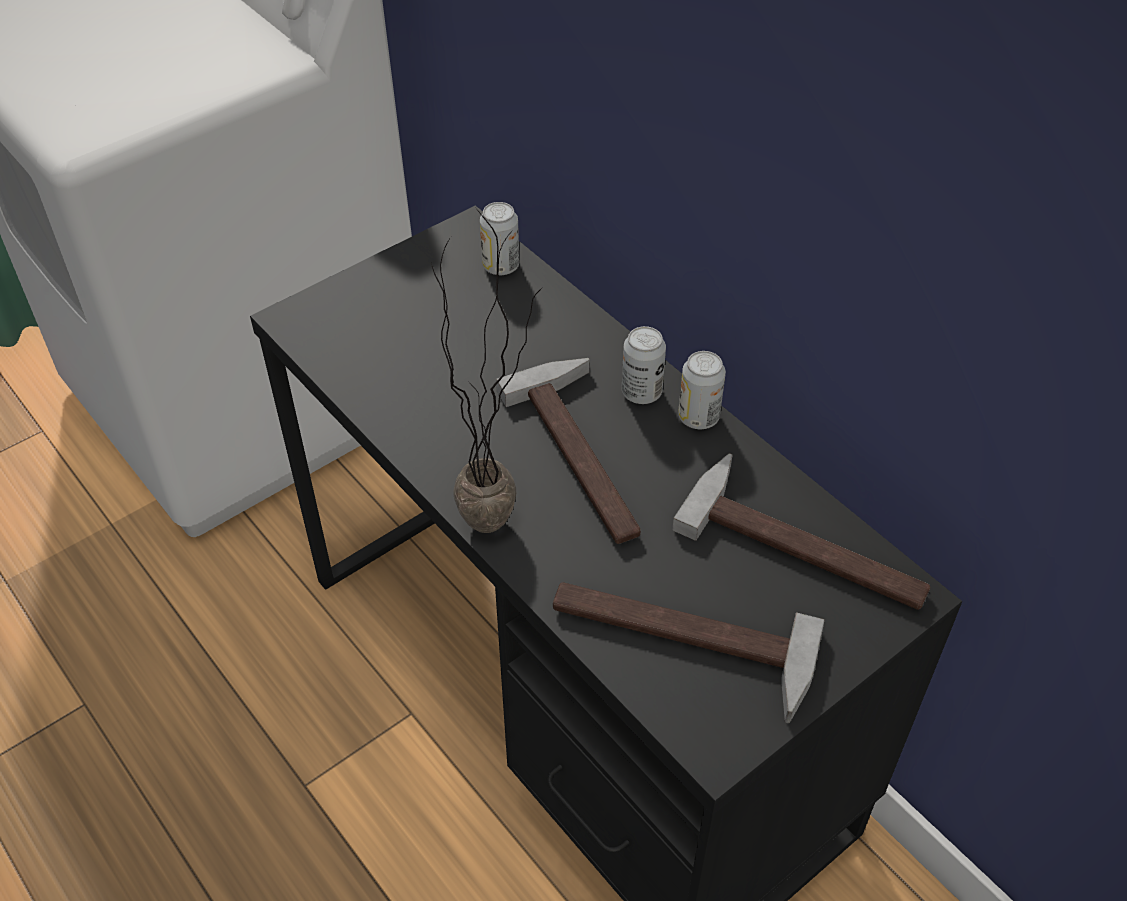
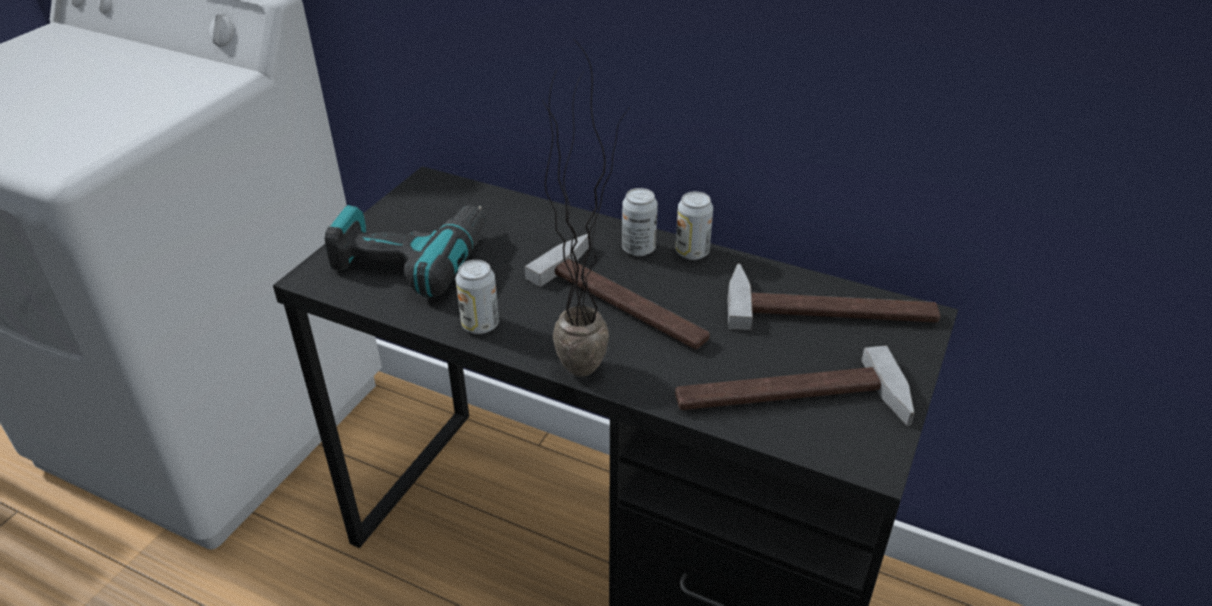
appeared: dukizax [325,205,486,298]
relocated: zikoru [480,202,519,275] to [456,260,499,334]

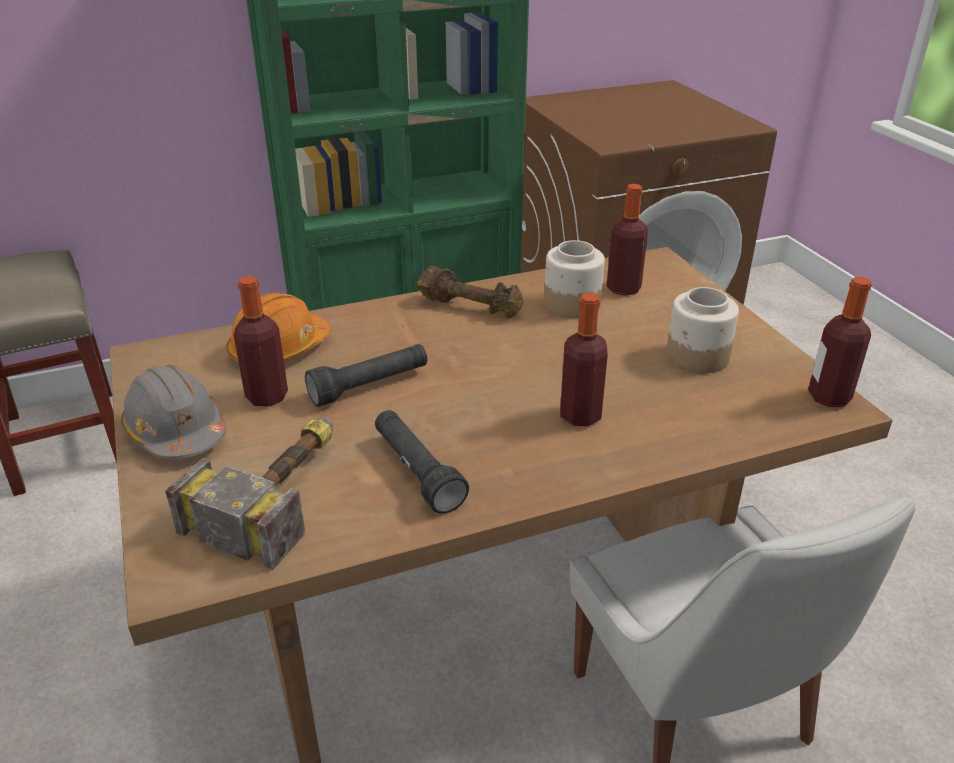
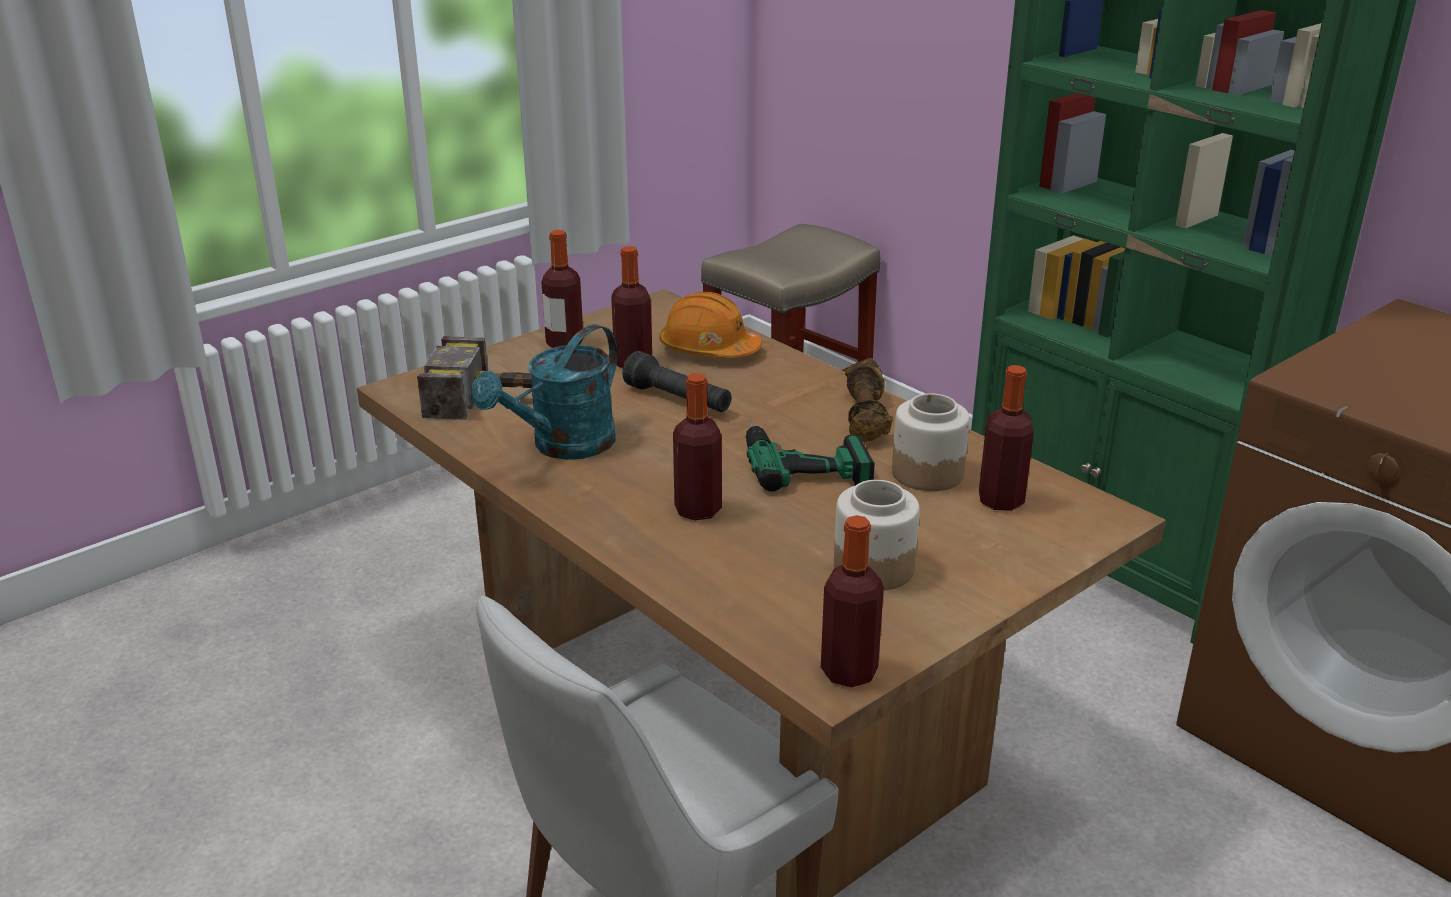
appeared: dukizax [746,418,875,492]
exchanged: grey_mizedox [121,364,226,459] to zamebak [541,230,584,348]; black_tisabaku [375,410,469,514] to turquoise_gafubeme [471,324,617,460]

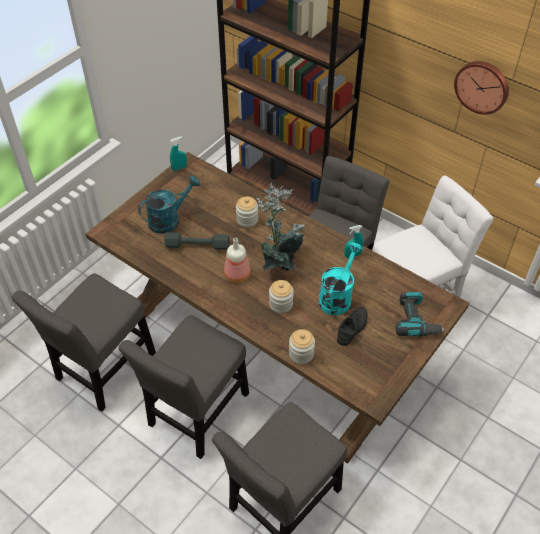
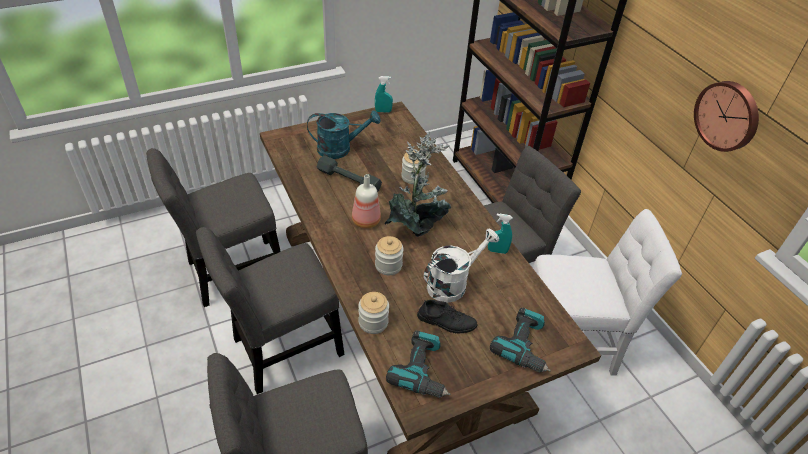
appeared: dukizax [386,331,450,398]
colour: turquoise_gafubeme [319,242,363,315] to white_gafubeme [424,228,499,303]
spun: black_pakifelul [337,307,368,346] = [417,300,477,334] 45 degrees clockwise

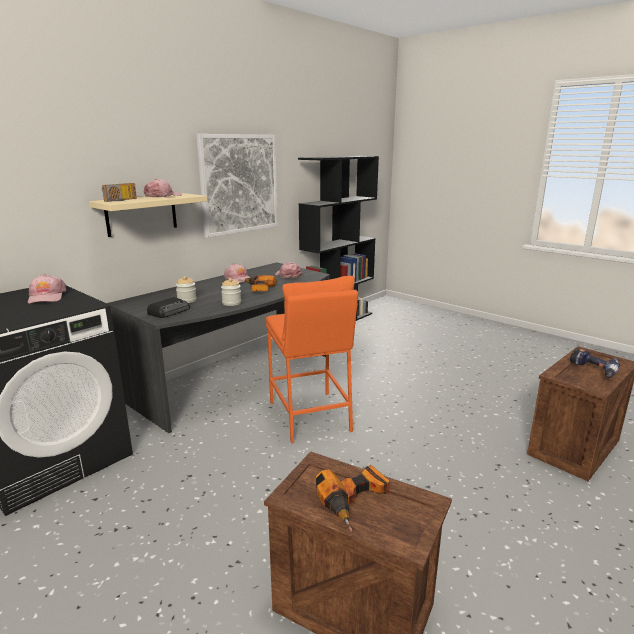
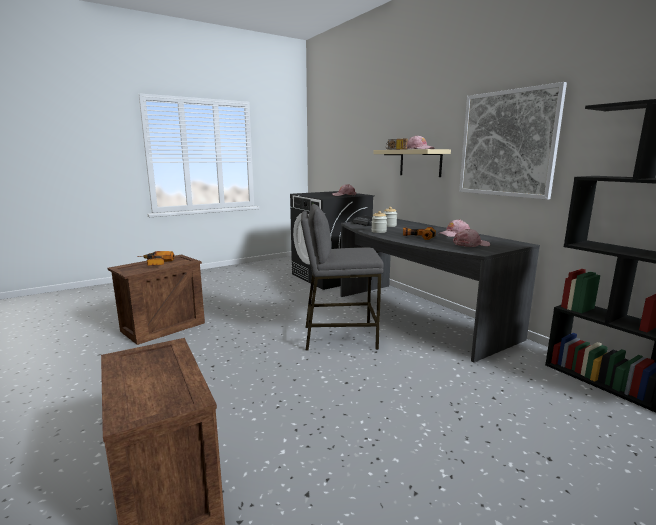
missing: dukizax [570,348,620,378]
colour: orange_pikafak [266,276,358,443] to grey_pikafak [301,204,384,351]

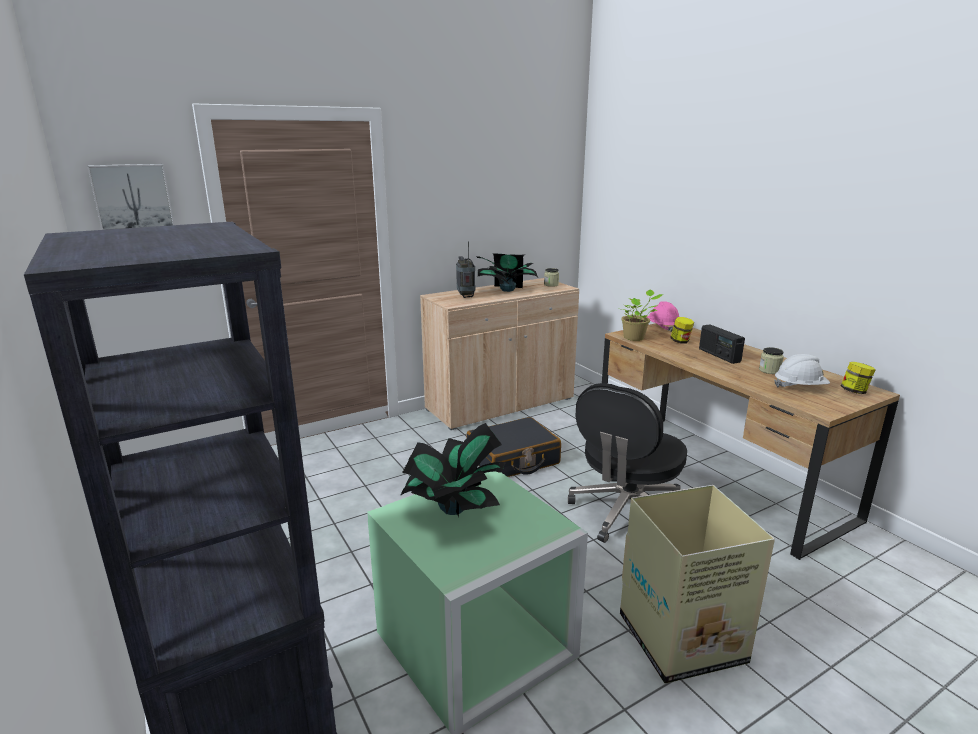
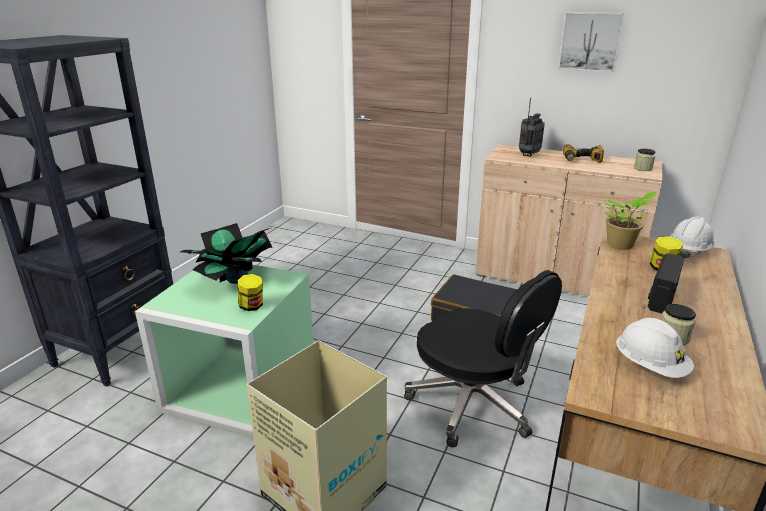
relocated: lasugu [87,164,174,230] to [558,12,624,72]; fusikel [841,362,876,394] to [238,274,263,311]
exchanged: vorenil [477,253,538,292] to dukizax [562,144,604,163]
colour: pink_mizedox [647,301,679,332] to white_mizedox [670,217,715,259]
spun: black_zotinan [568,383,687,543] = [404,270,562,447] 135 degrees counterclockwise

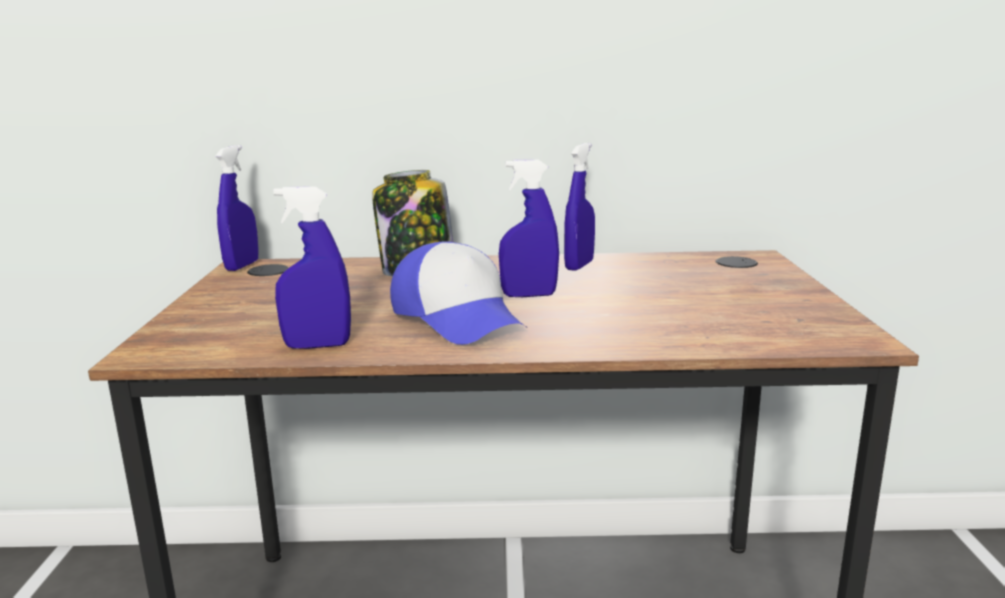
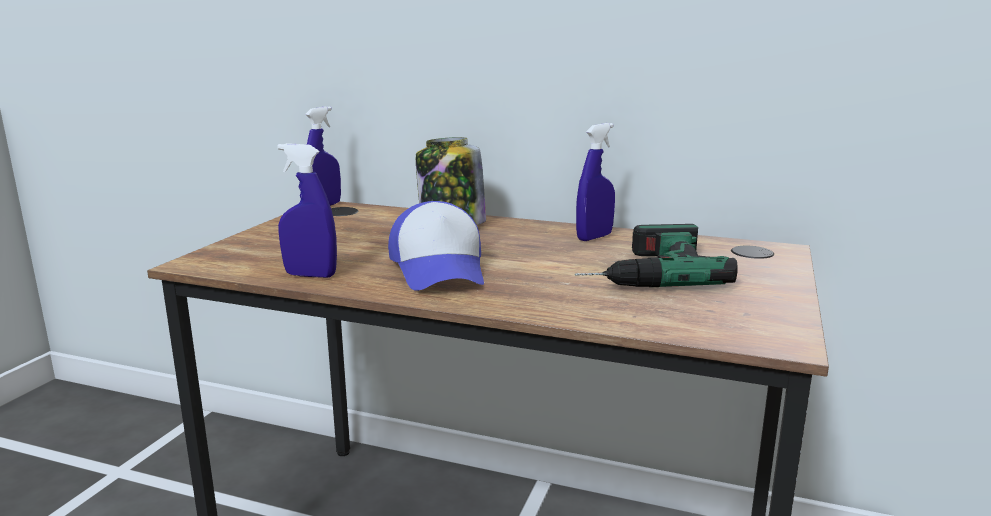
missing: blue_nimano [499,160,559,297]
appeared: dukizax [575,224,738,287]

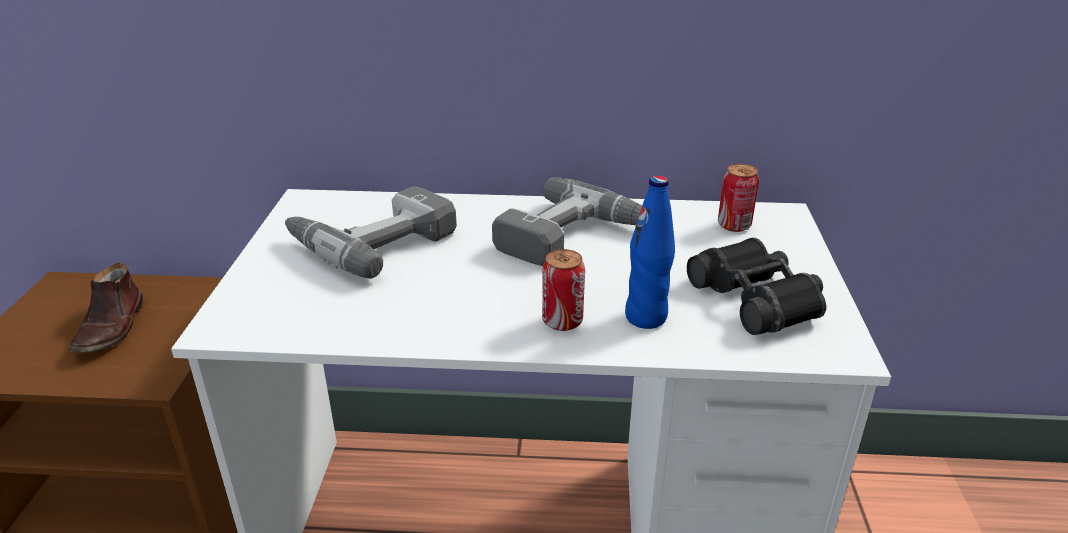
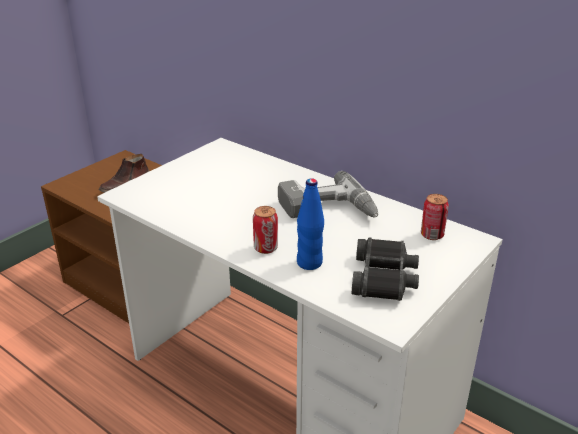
missing: dukizax [285,186,457,279]

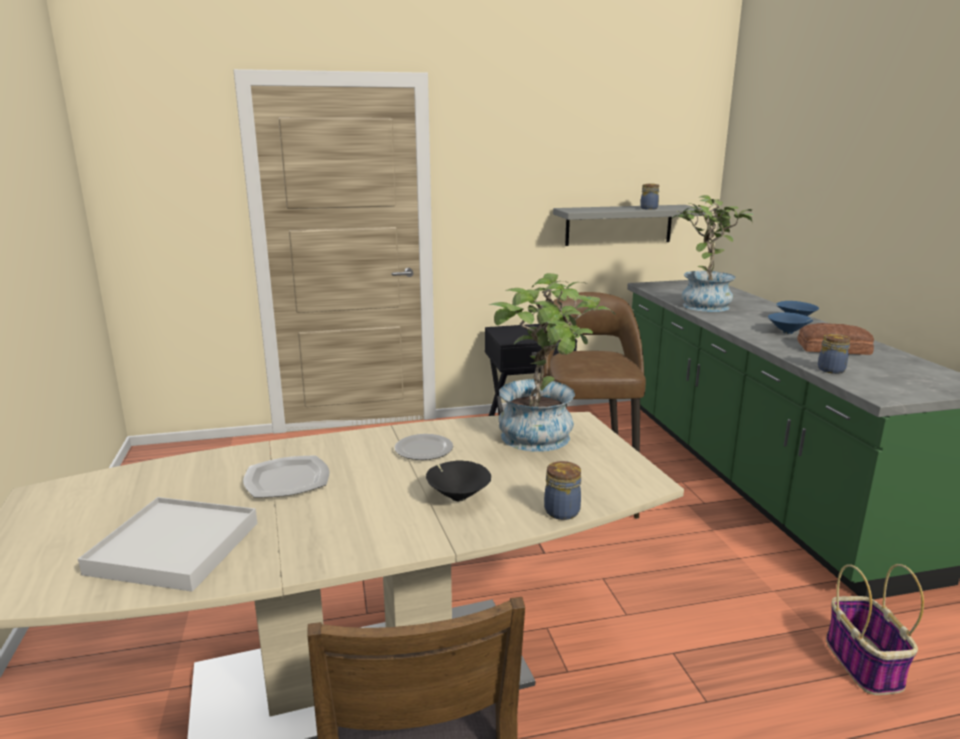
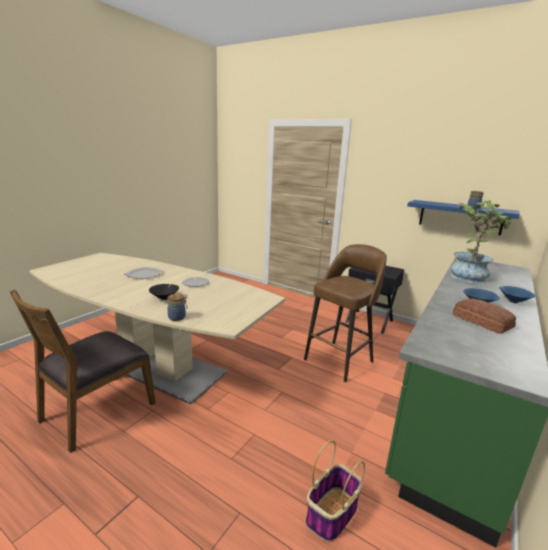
missing: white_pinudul [78,497,257,592]; vorenil [489,273,615,452]; fusikel [818,334,851,374]
colour: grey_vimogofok [553,205,706,246] to blue_vimogofok [407,200,520,235]

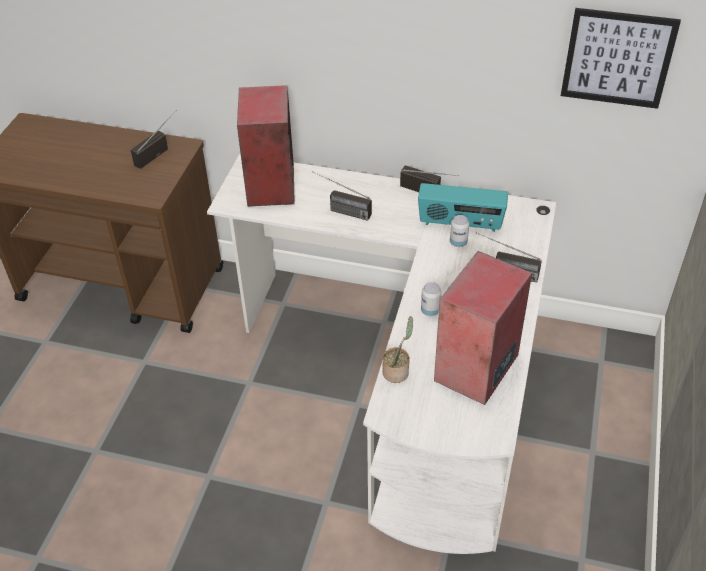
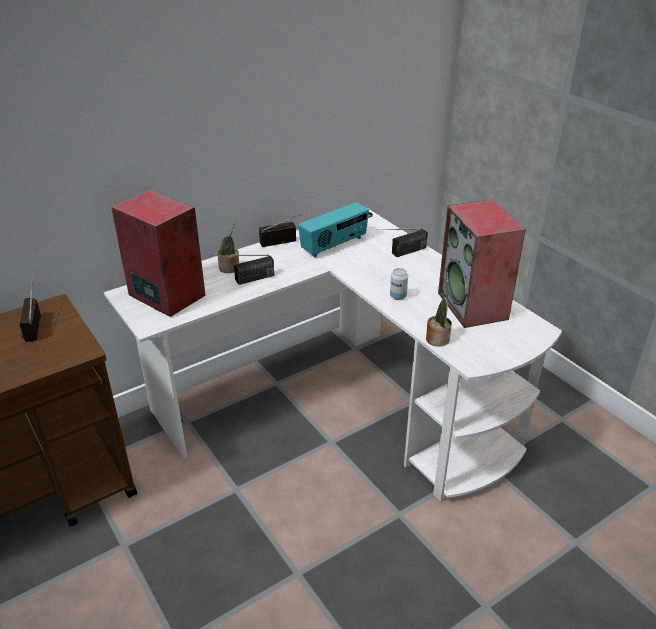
missing: zikoru [450,215,469,247]; lasugu [561,8,681,109]
appeared: vorenil [217,220,239,273]

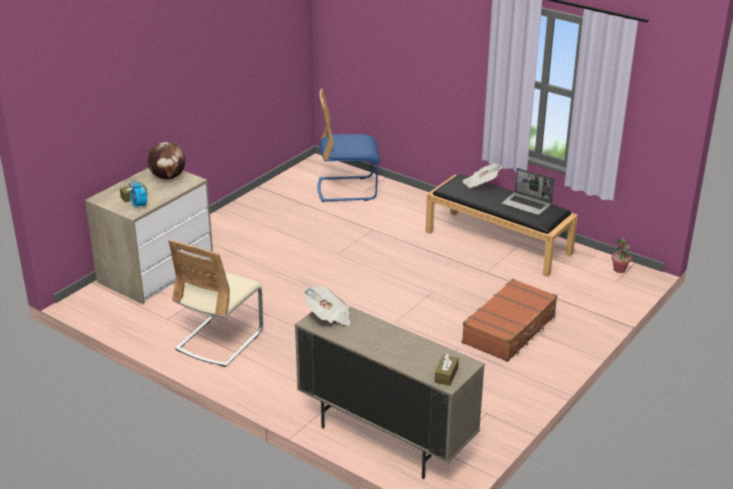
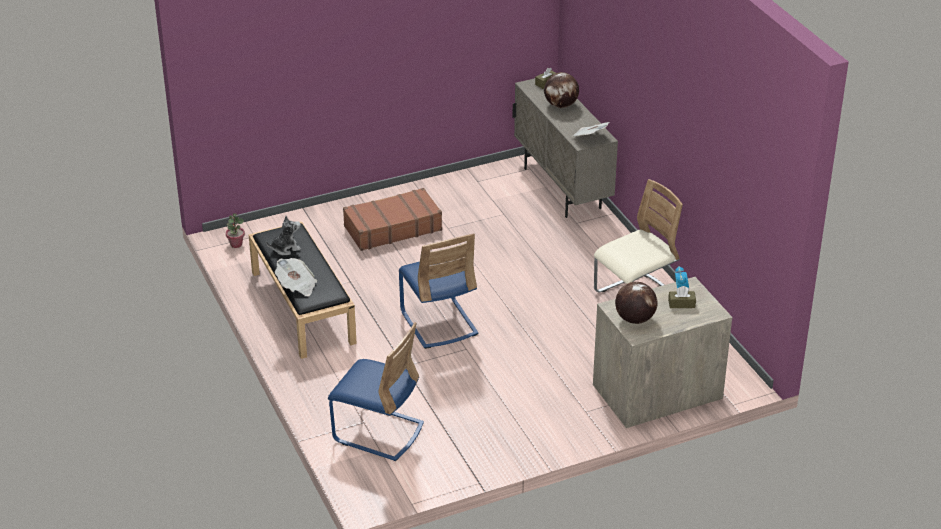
appeared: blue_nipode [399,233,478,349]; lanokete [544,72,579,108]
exchanged: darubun [502,168,554,215] to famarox [266,216,301,255]

